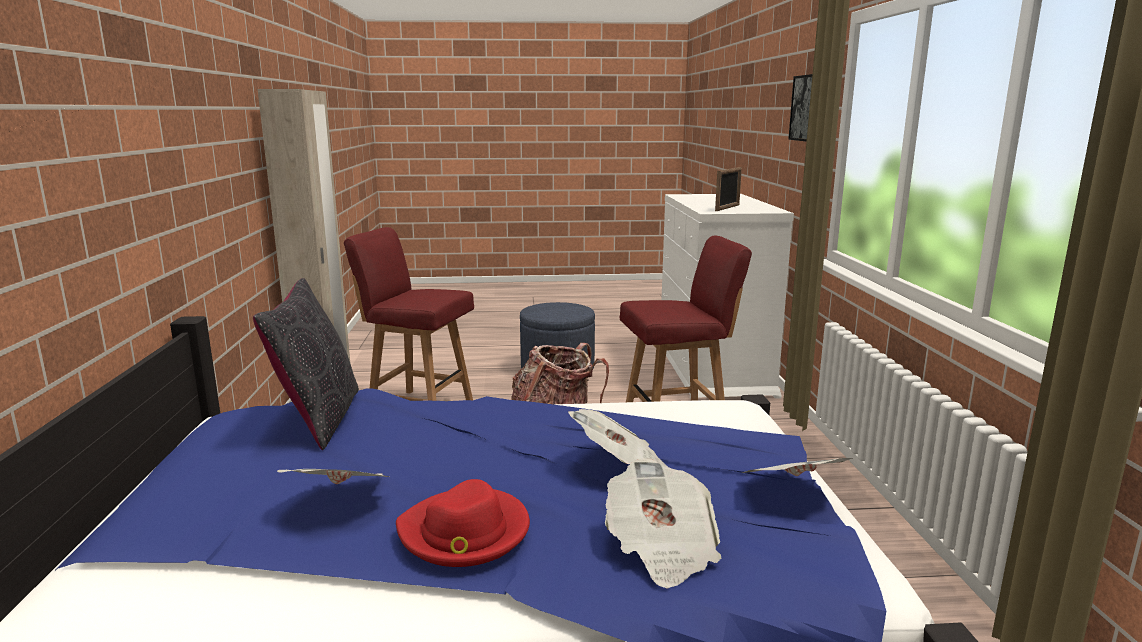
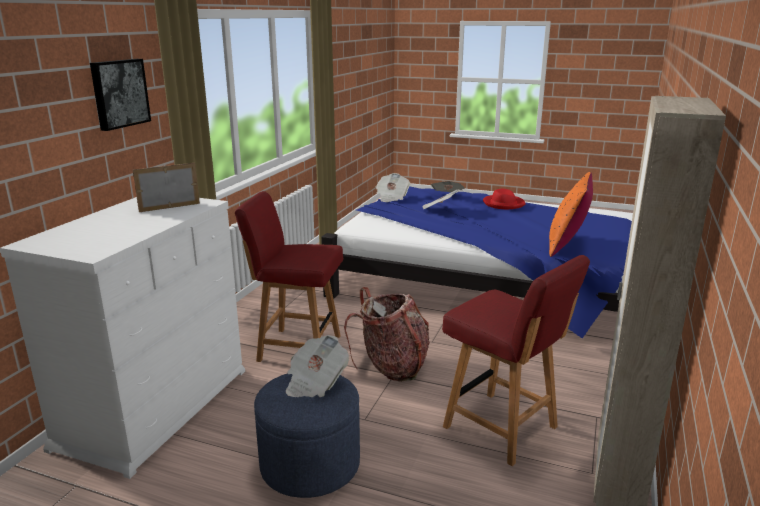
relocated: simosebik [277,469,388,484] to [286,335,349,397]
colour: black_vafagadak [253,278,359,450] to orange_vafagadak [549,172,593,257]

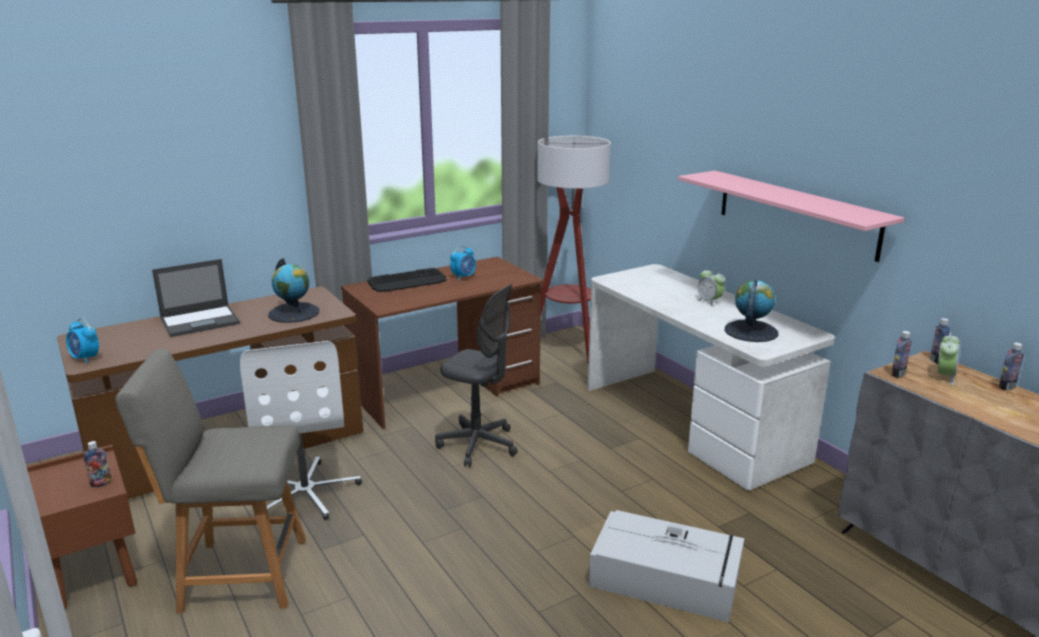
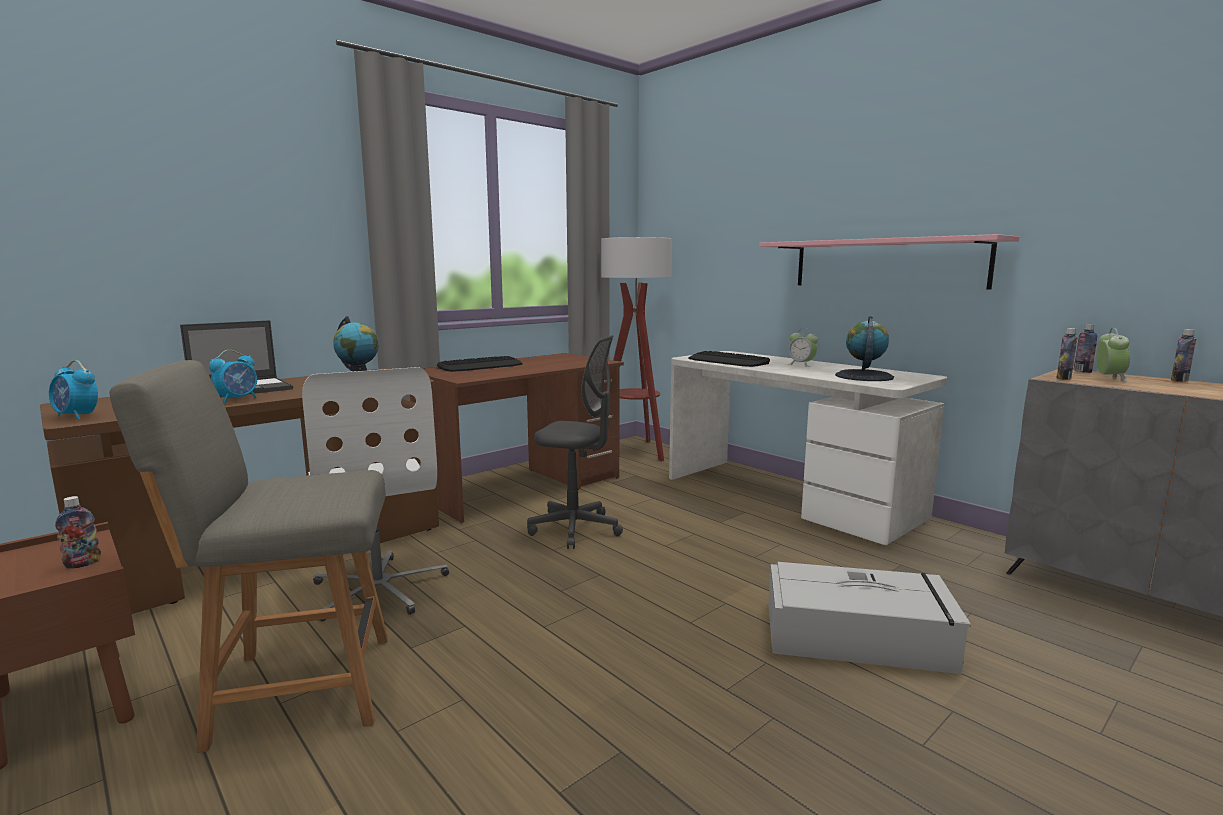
appeared: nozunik [688,351,770,367]
relocated: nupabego [450,245,476,281] to [209,350,257,403]

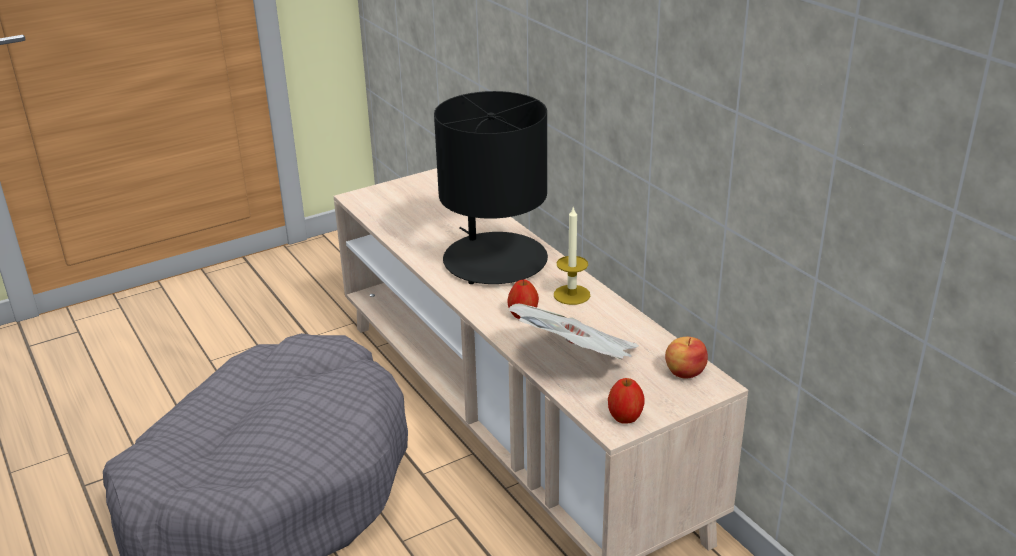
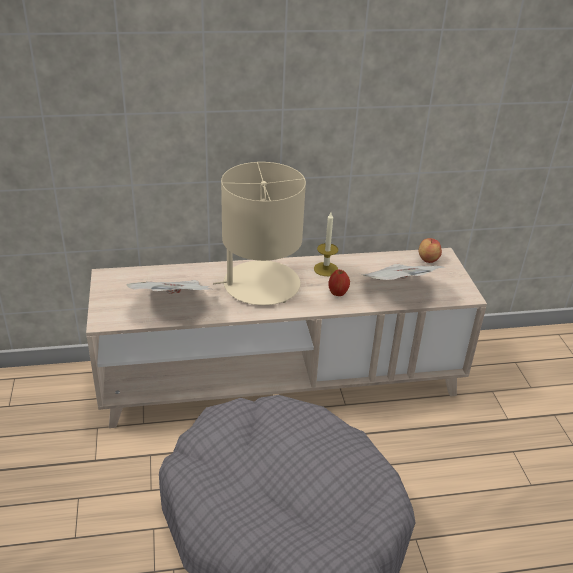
missing: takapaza [608,378,645,424]
appeared: simosebik [127,280,211,294]
colour: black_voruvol [434,91,548,284] to beige_voruvol [213,162,306,305]

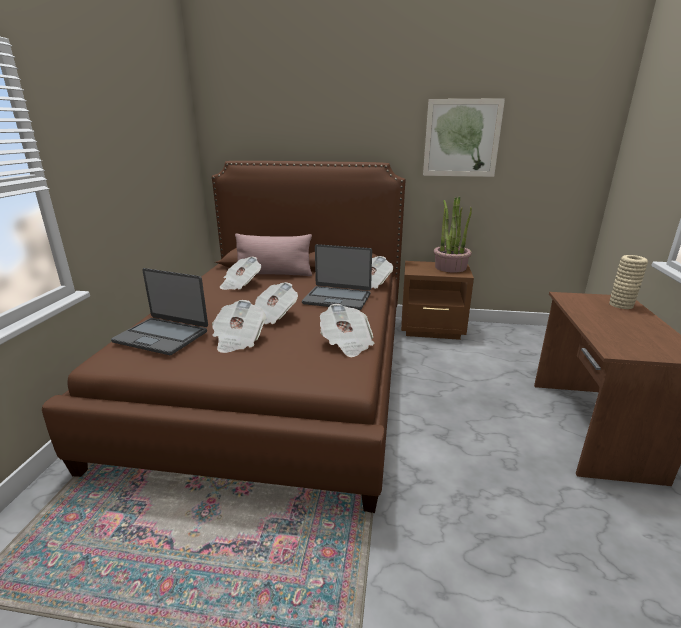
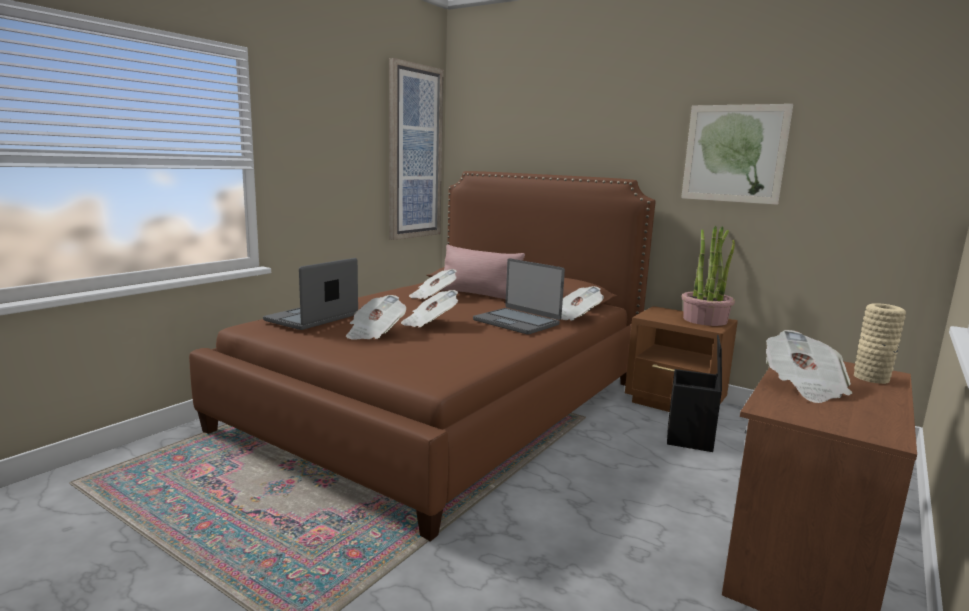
appeared: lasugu [389,58,444,240]; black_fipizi [667,335,722,452]
relocated: simosebik [320,304,375,357] to [766,330,852,403]
spun: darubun [111,268,208,355] = [263,258,358,330] 75 degrees clockwise

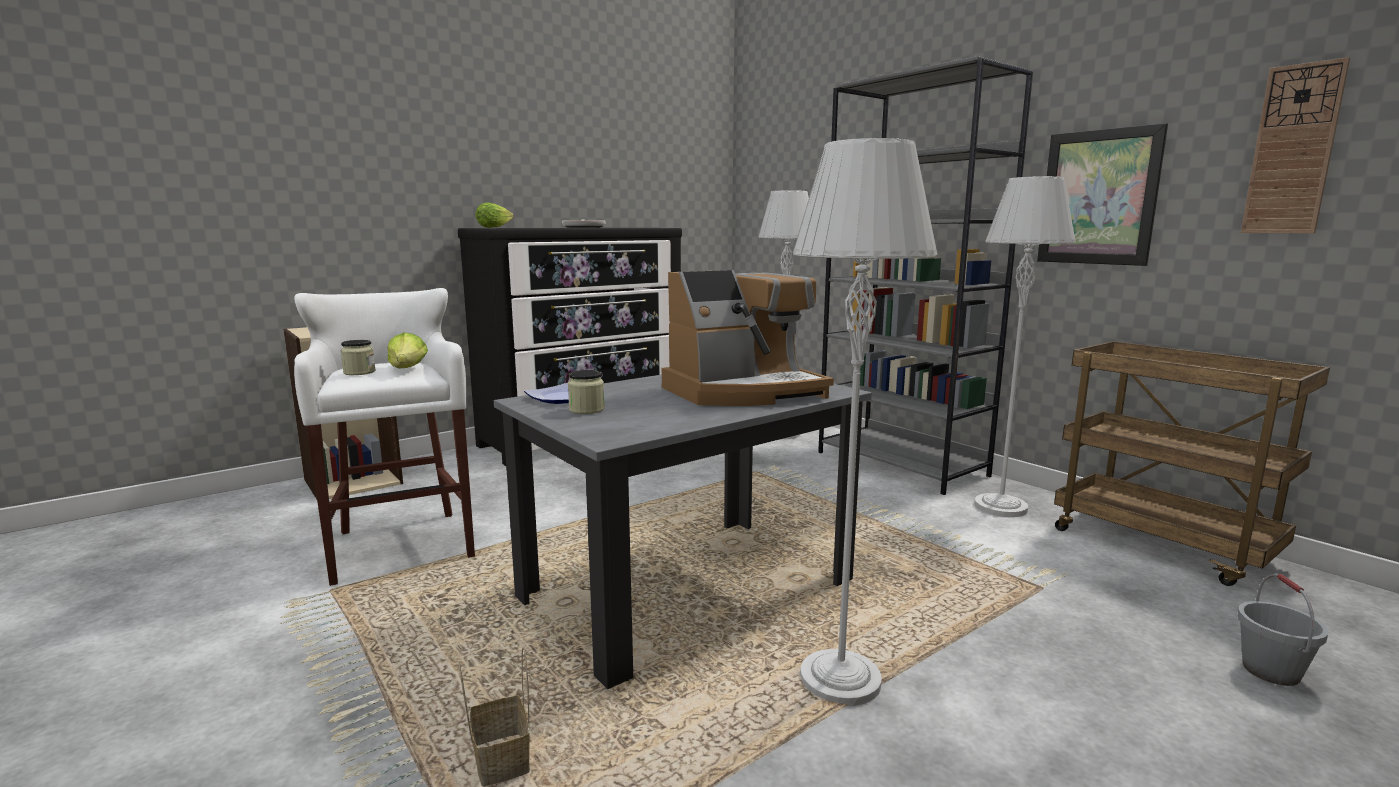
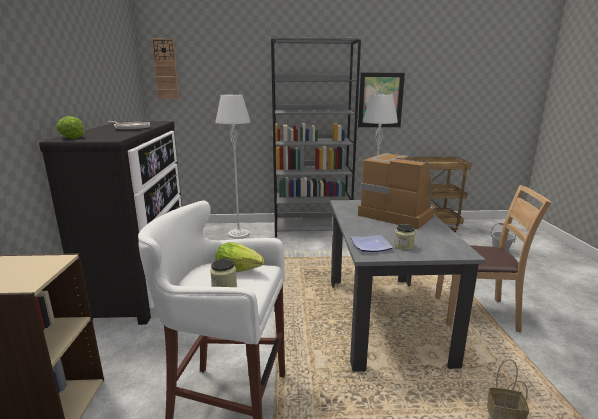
relocated: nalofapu [1241,57,1350,234] to [151,38,179,99]
exchanged: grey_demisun [793,138,937,706] to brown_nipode [435,185,551,333]
spun: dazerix [662,270,834,406] = [358,153,435,229] 60 degrees counterclockwise

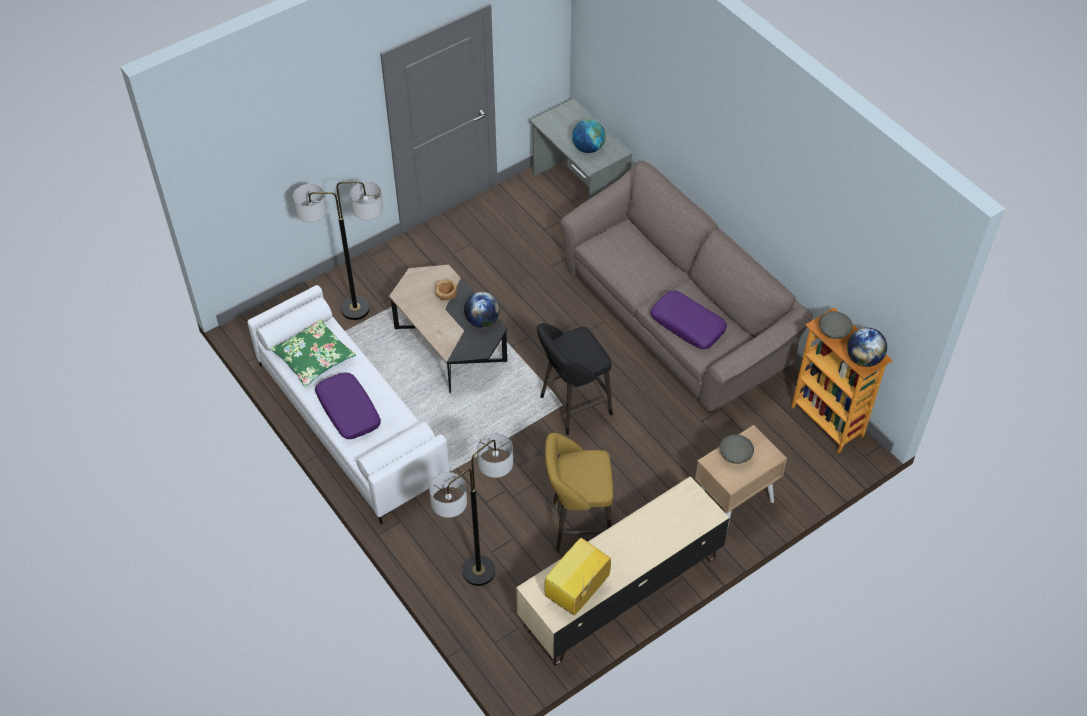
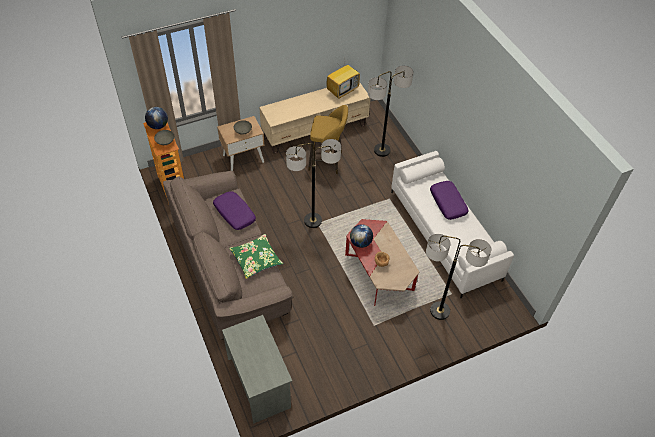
missing: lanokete [572,119,605,153]
relocated: green_vafagadak [269,320,356,387] to [229,234,283,279]
exchanged: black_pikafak [537,323,613,435] to demisun [286,139,341,228]
colour: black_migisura [389,264,507,393] to red_migisura [345,219,419,306]

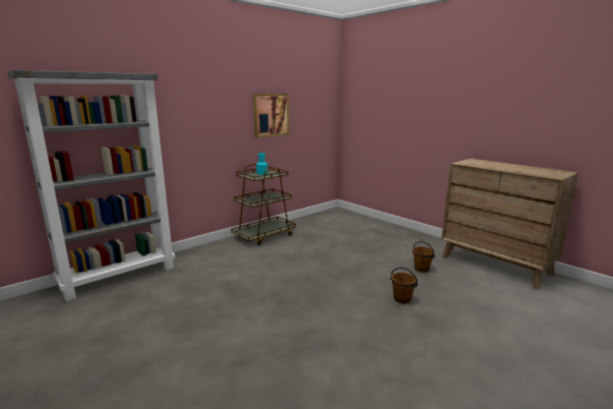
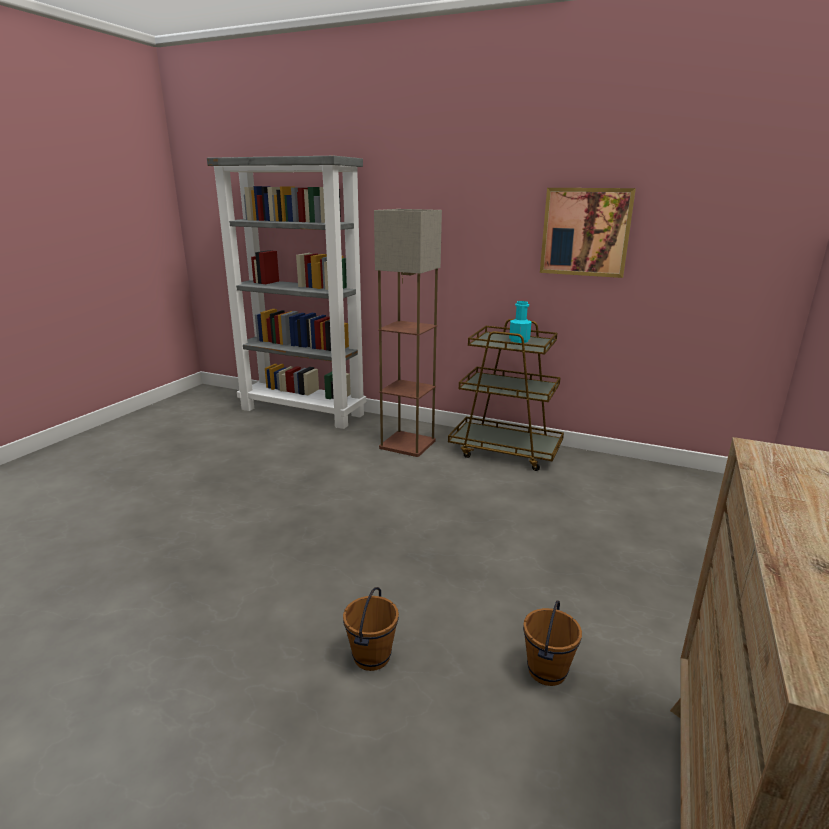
appeared: demisun [374,209,442,457]

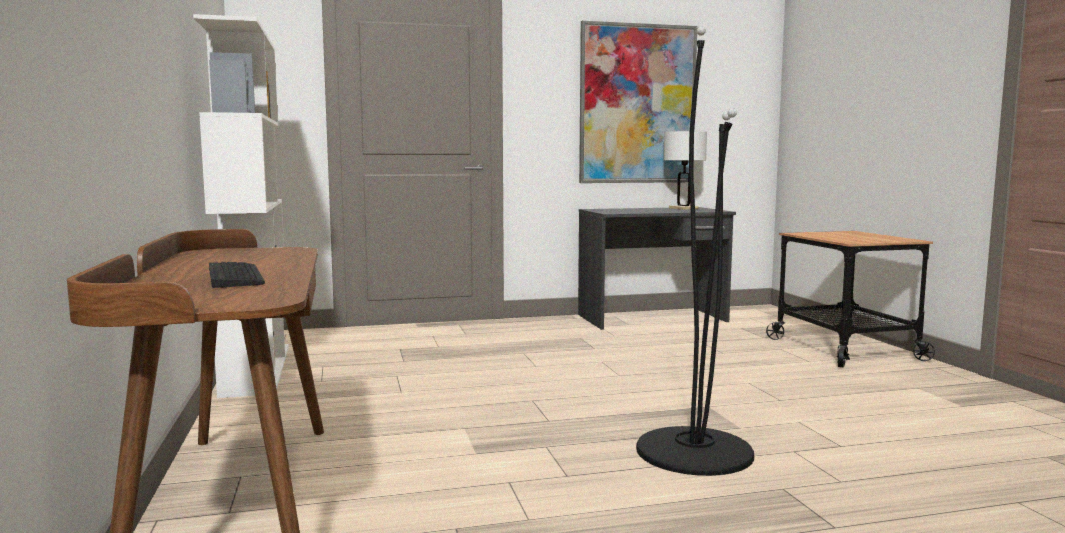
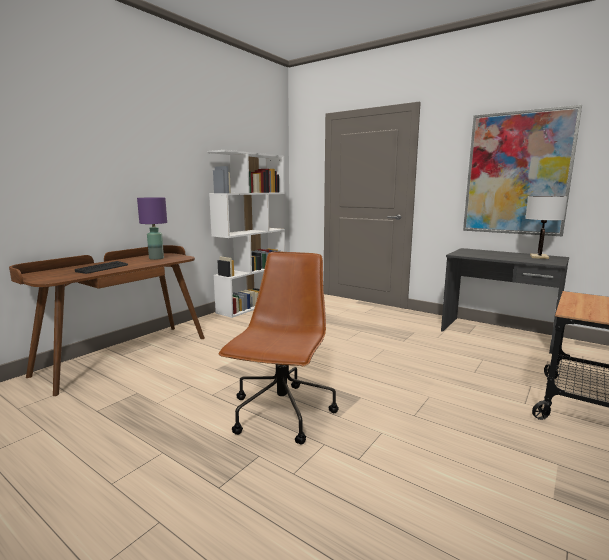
appeared: purple_voruvol [137,197,167,260]
exchanged: black_demisun [636,26,754,476] to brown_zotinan [219,252,339,444]

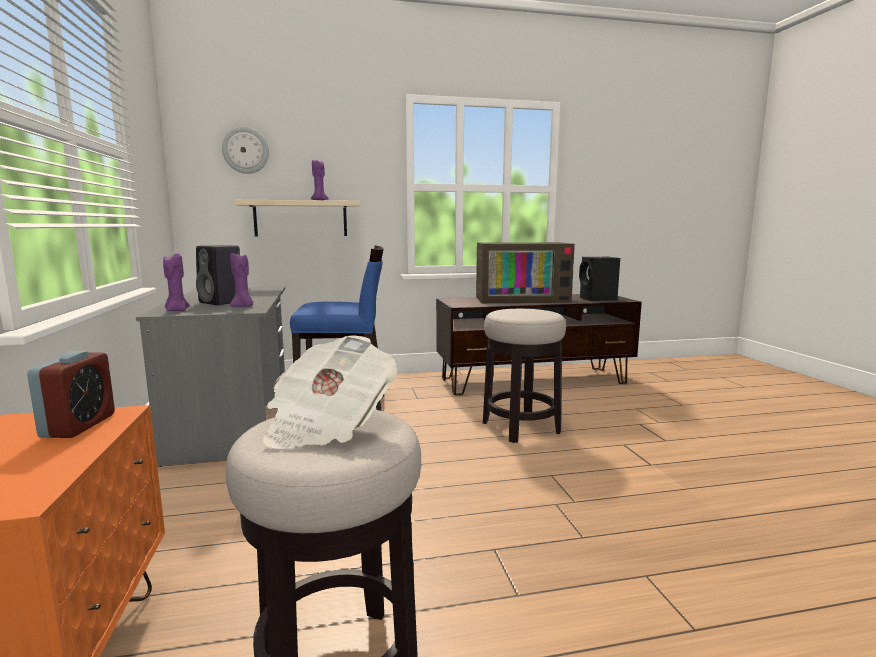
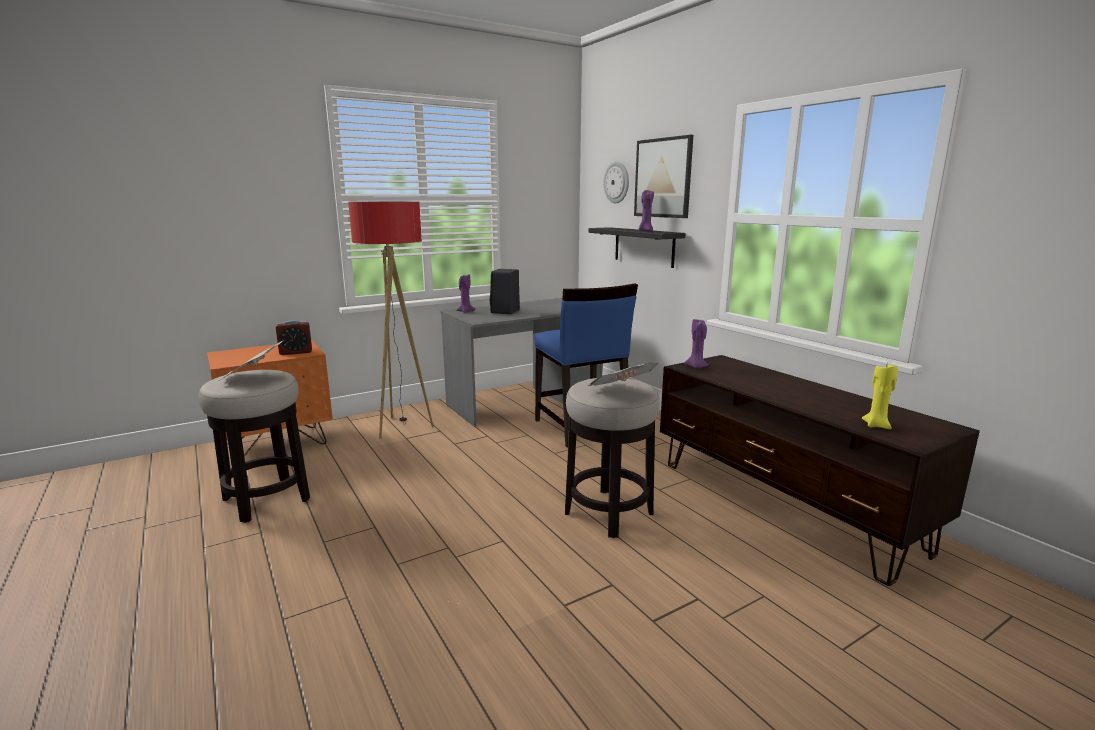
missing: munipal [476,242,575,303]
appeared: demisun [348,201,434,439]; simosebik [588,362,659,386]; lasugu [634,135,693,218]
relocated: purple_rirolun [230,253,254,307] to [684,319,709,369]
exchanged: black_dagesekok [579,257,620,301] to yellow_rirolun [862,365,898,429]
colour: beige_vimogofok [233,200,360,236] to black_vimogofok [589,227,686,268]

